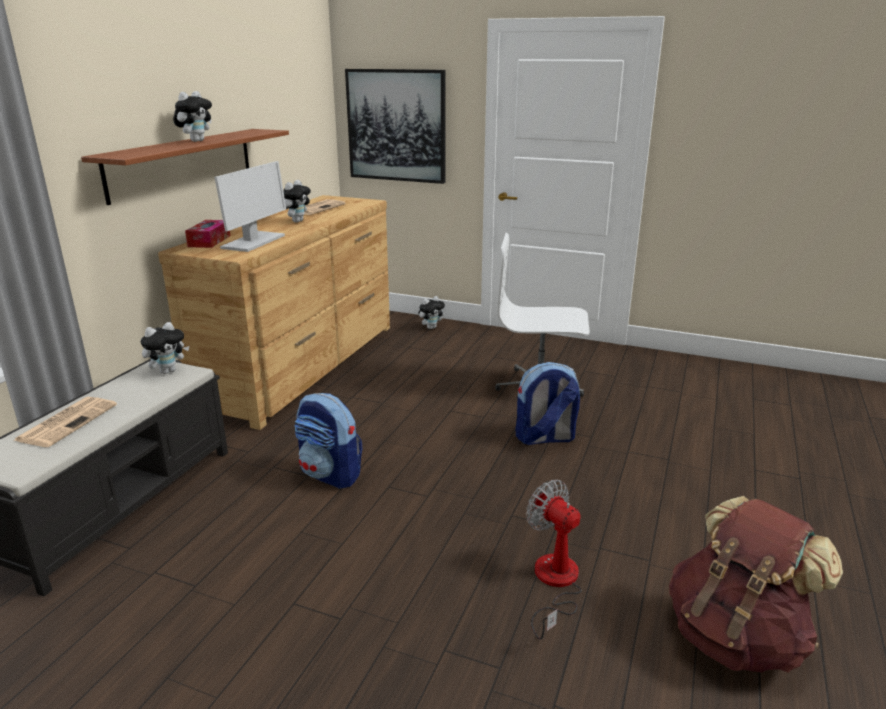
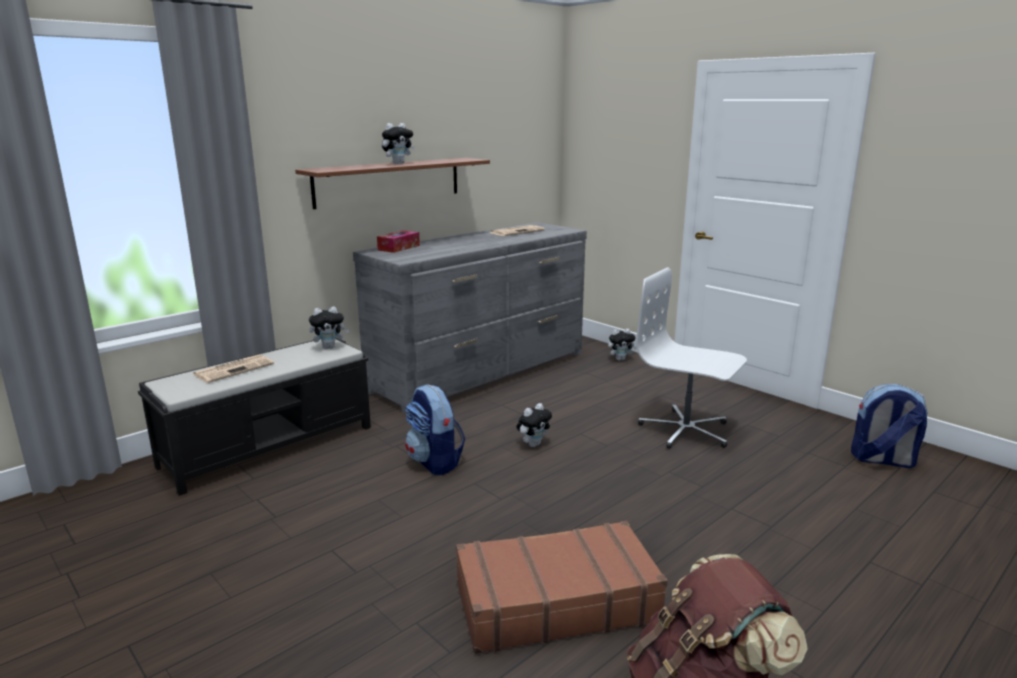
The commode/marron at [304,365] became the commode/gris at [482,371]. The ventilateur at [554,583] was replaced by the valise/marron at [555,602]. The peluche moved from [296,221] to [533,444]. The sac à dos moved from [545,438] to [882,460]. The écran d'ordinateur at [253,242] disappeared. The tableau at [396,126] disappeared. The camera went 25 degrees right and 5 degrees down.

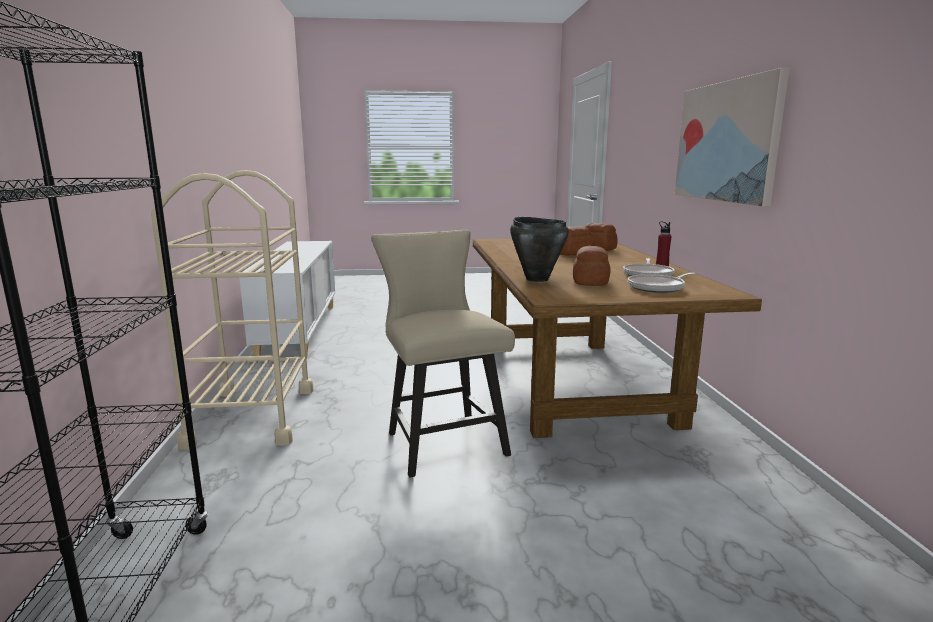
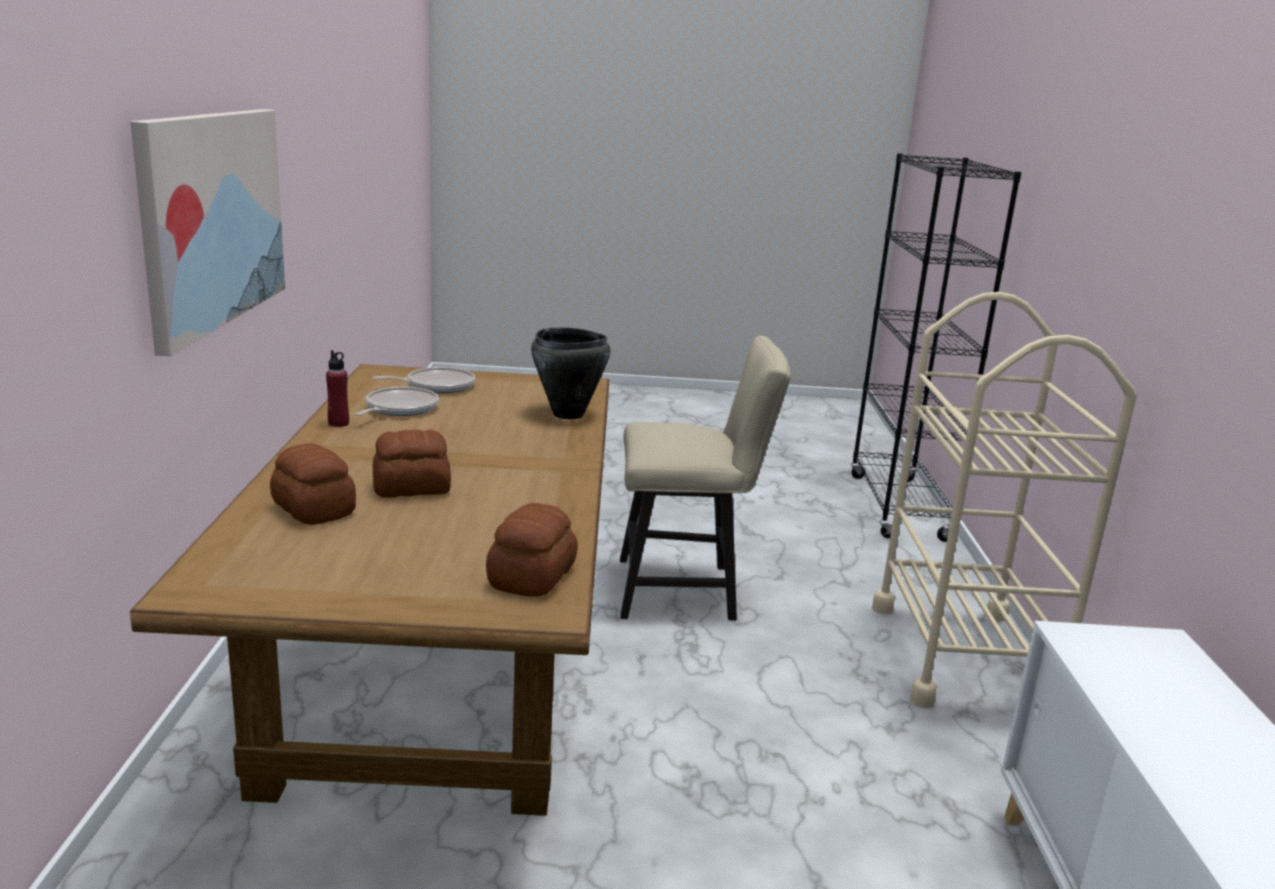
The pain moved from [591,281] to [530,577]. The chaise/beige at [441,440] turned 75 degrees counterclockwise. The camera went 175 degrees left and 5 degrees up.

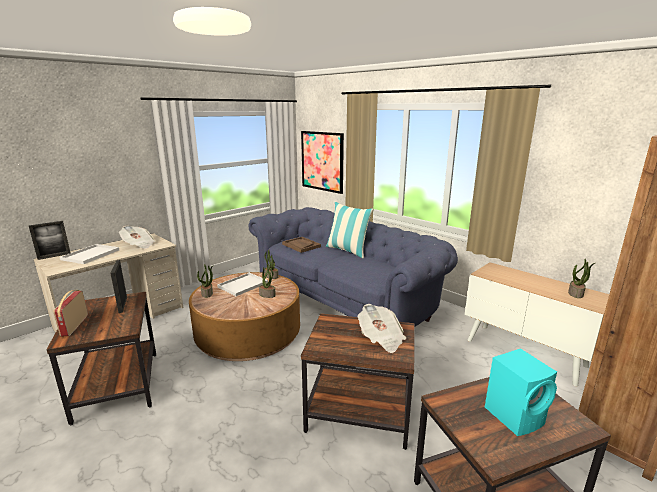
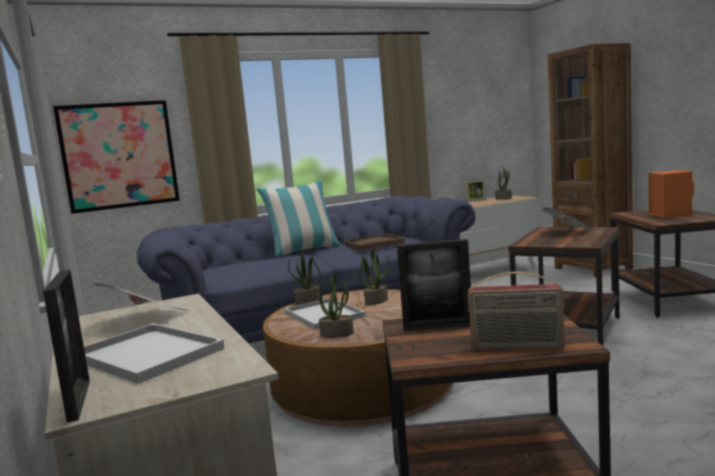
The plateau/marron moved from [301,245] to [374,244]. The cadre photo at [476,200] appeared. The enceinte/turquoise at [515,415] became the enceinte/orange at [669,214]. The camera went 70 degrees left and 10 degrees down.

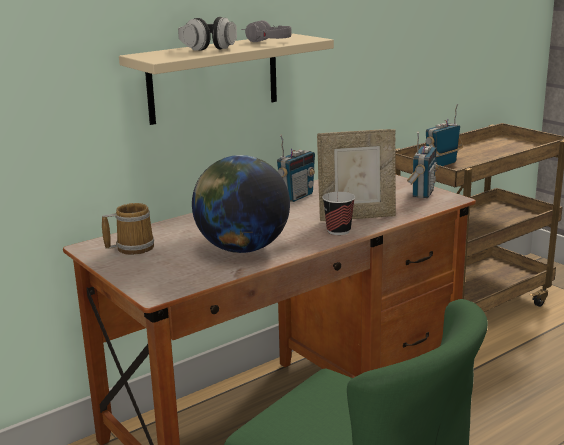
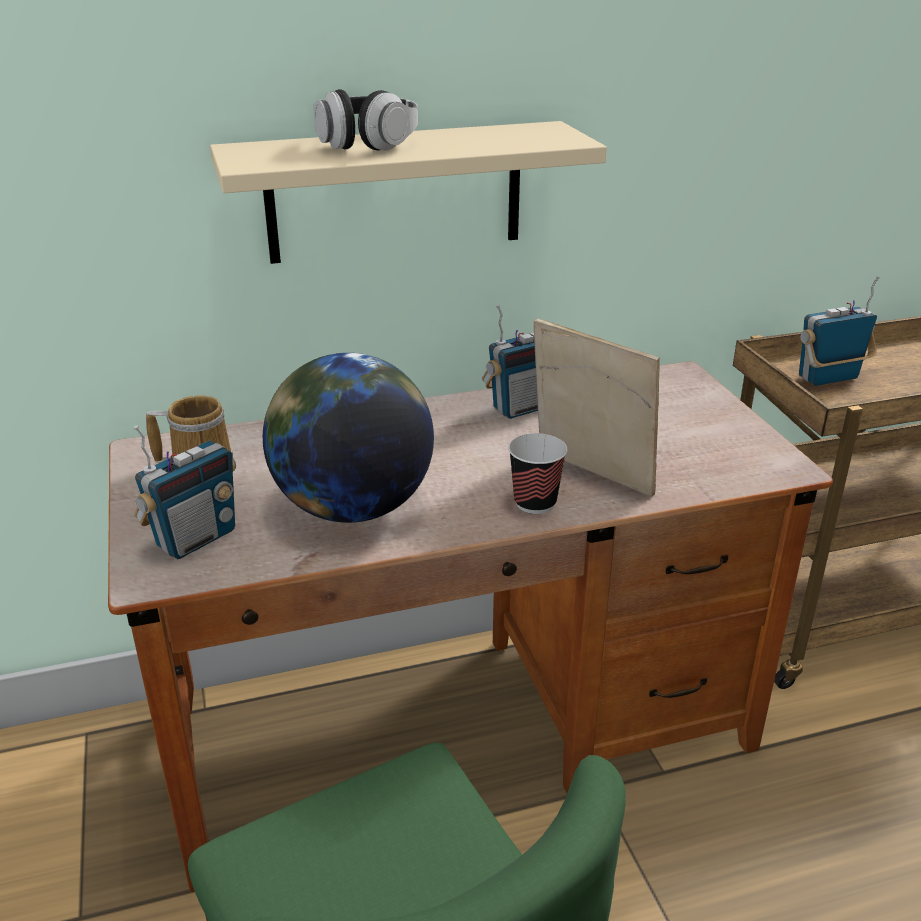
The radio moved from [422,193] to [195,538]. The cadre photo at [356,217] turned 150 degrees counterclockwise. The casque audio/gris at [263,41] disappeared. The camera went 20 degrees right and 10 degrees up.

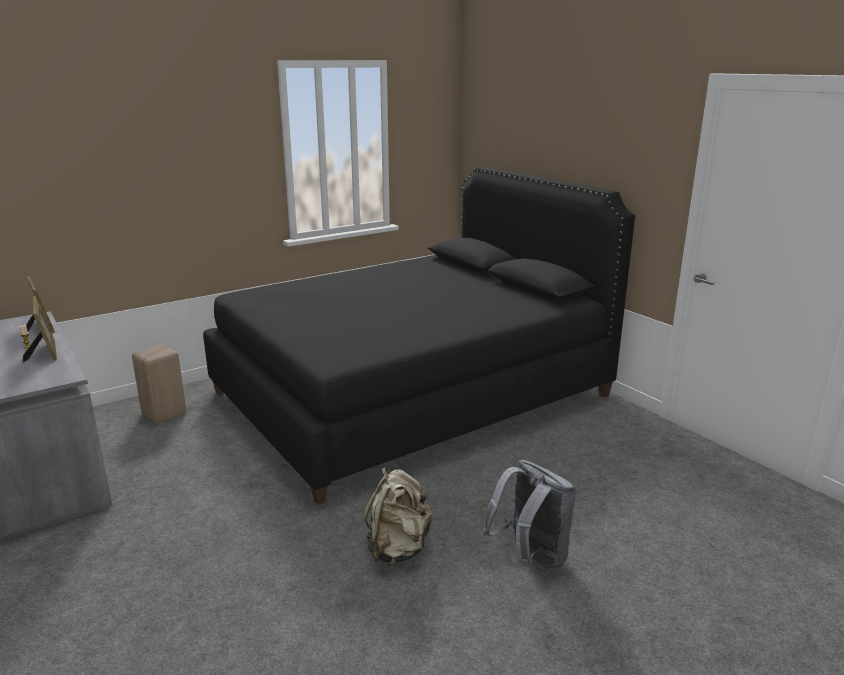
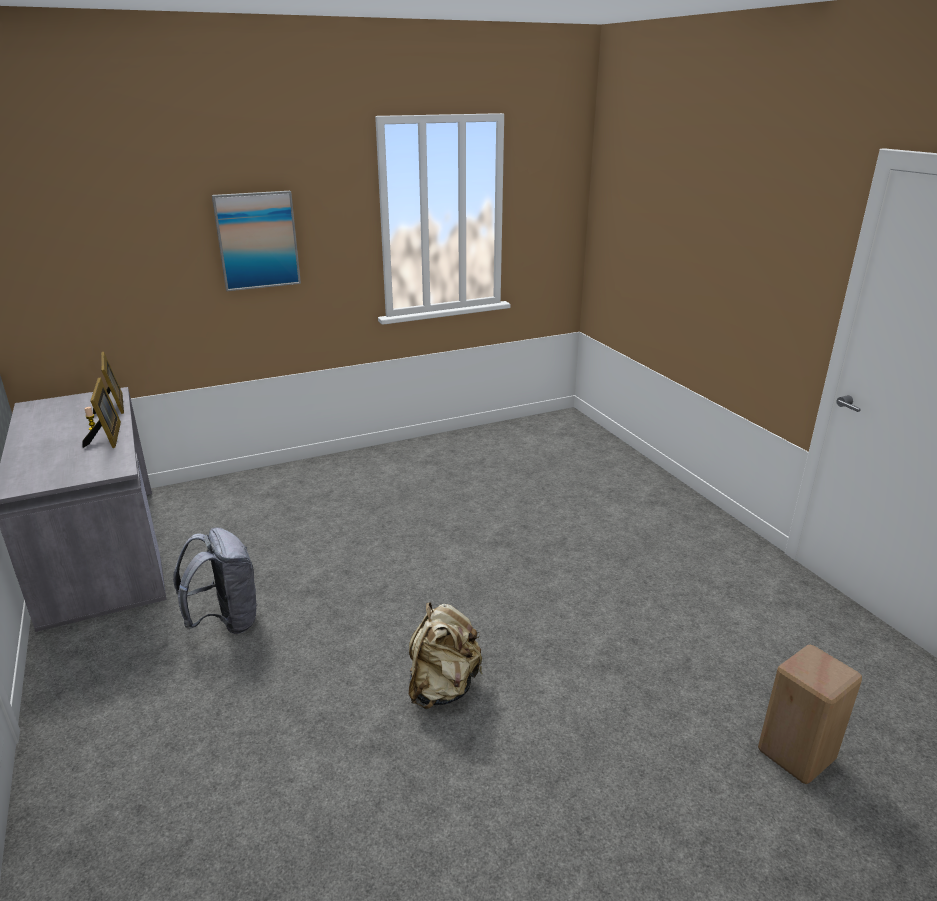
The sac à dos/gris moved from [530,558] to [226,621]. The tableau at [257,240] appeared. The tabouret/beige moved from [165,413] to [798,755]. The lit/noir at [411,393] disappeared. The camera went 10 degrees right and 5 degrees up.

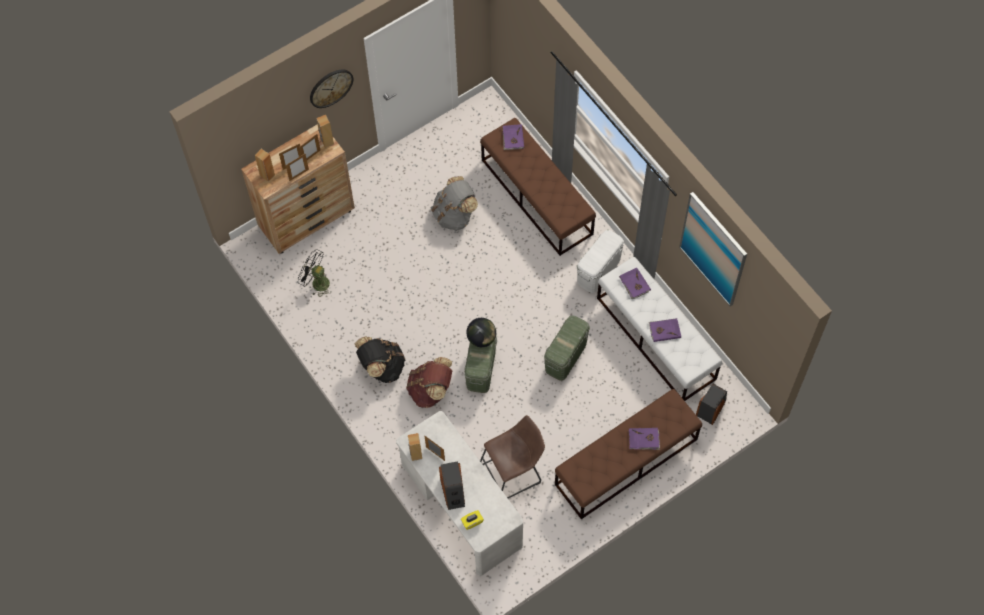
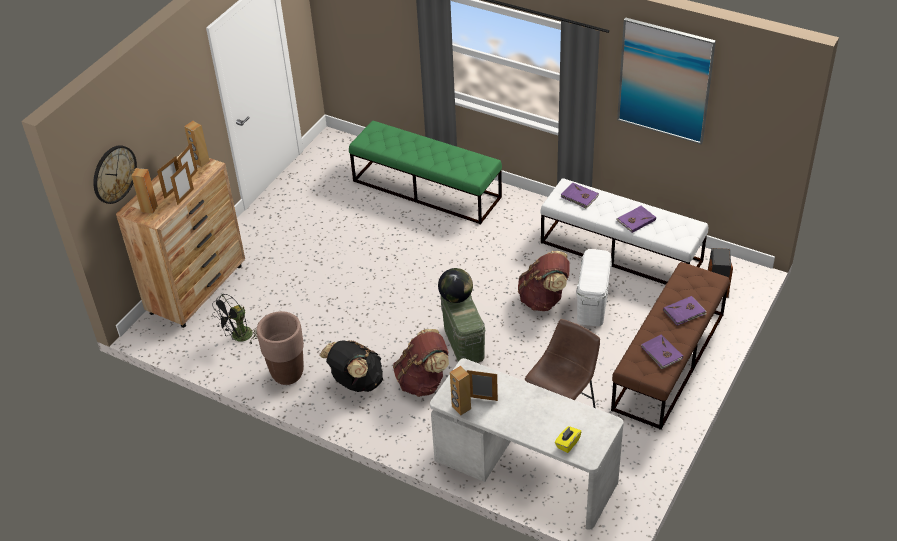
The horloge murale moved from [331,88] to [114,174]. The ventilateur/noir at [316,282] turned 45 degrees counterclockwise. The cache-pot/marron at [287,374] appeared. The banc/marron at [537,197] became the banc/vert at [427,189]. The boîte de rangement/vert at [566,357] was replaced by the sac à dos/marron at [544,299]. The boîte de rangement/blanc moved from [598,271] to [592,304]. The livre/violet moved from [512,138] to [661,353]. The sac à dos/gris at [454,215] disappeared. The enceinte at [453,492] disappeared. The camera went 25 degrees left and 20 degrees down.

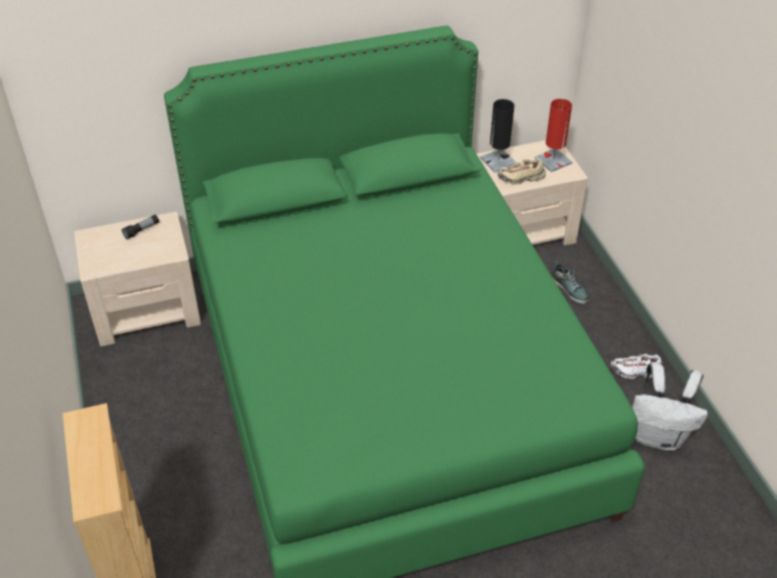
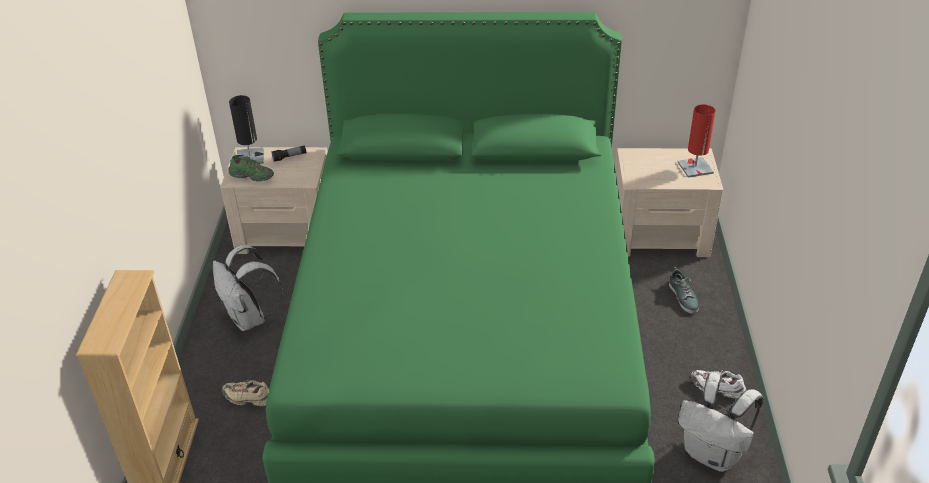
The sac à dos/blanc at [250,318] appeared. The chaussure/beige moved from [521,178] to [249,398]. The chaussure/vert at [252,176] appeared. The lampe de table/noir moved from [498,161] to [250,157]. The camera went 20 degrees right and 5 degrees down.

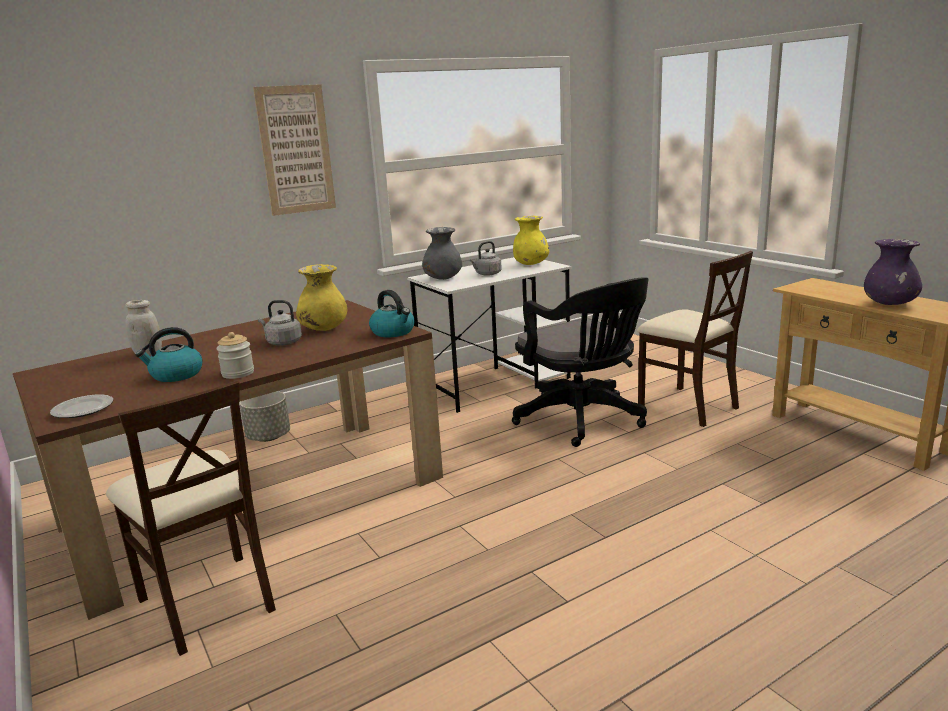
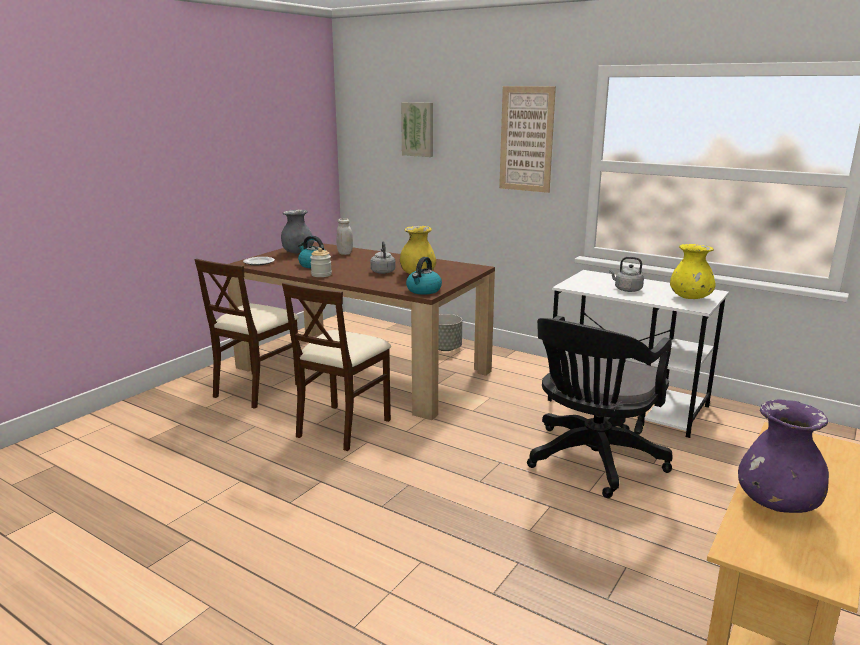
The vase/gris moved from [443,278] to [297,252]. The chaise/beige moved from [687,406] to [343,426]. The tableau at [418,129] appeared. The camera went 65 degrees right and 0 degrees up.

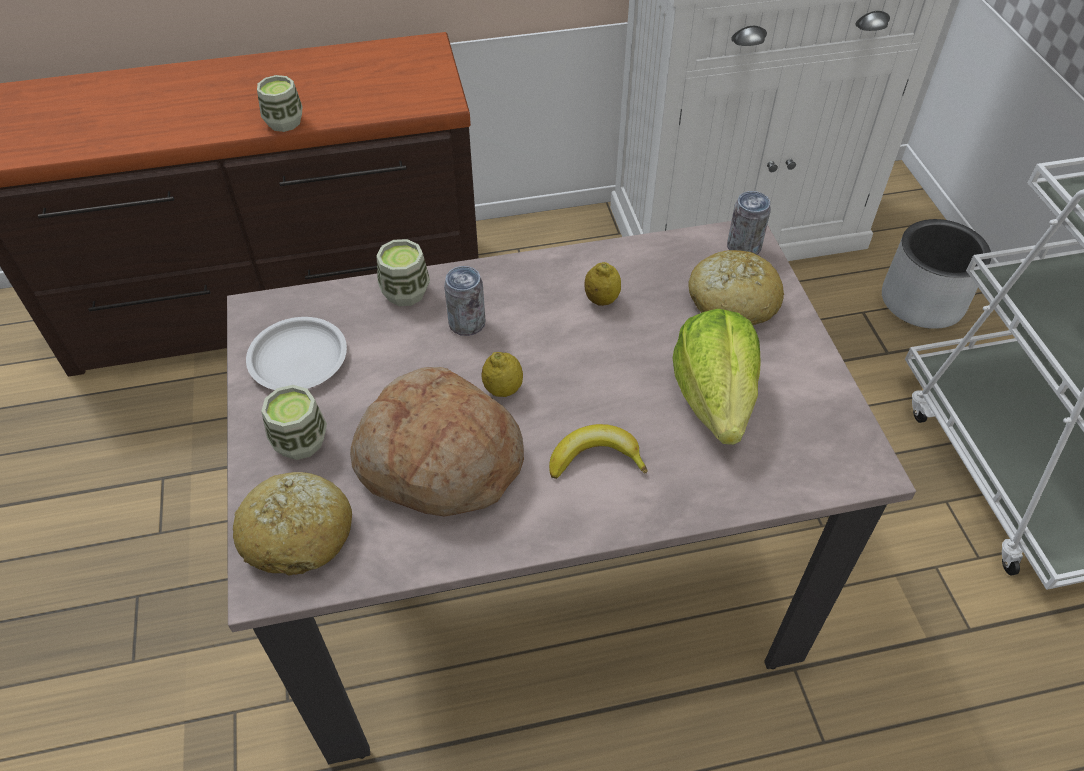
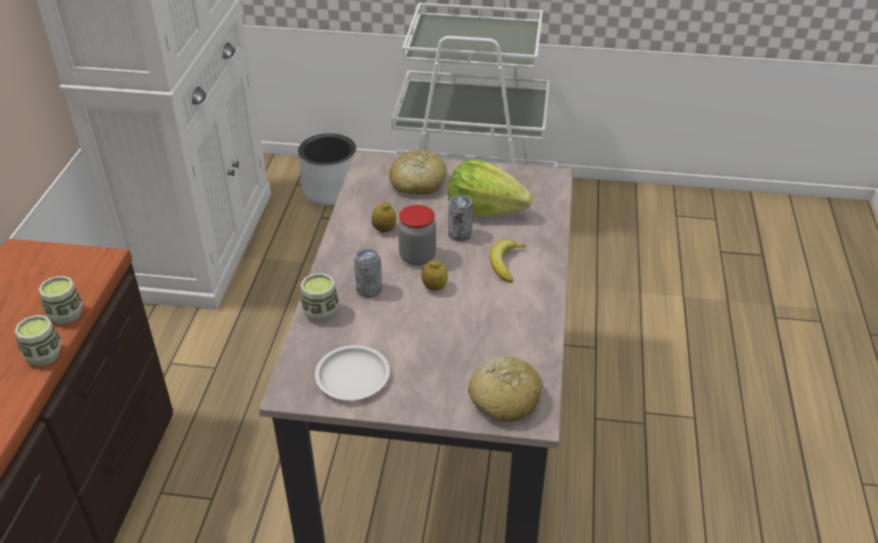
The tasse moved from [300,441] to [66,314]. The bocal at [417,257] appeared. The boîte métallique moved from [743,247] to [460,235]. The pain at [438,461] disappeared. The camera went 70 degrees left and 10 degrees down.

